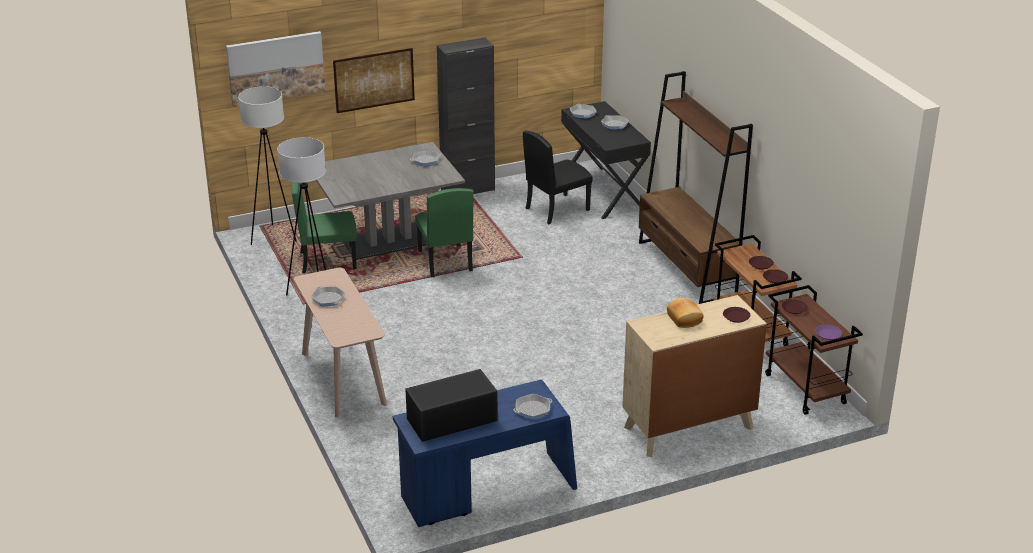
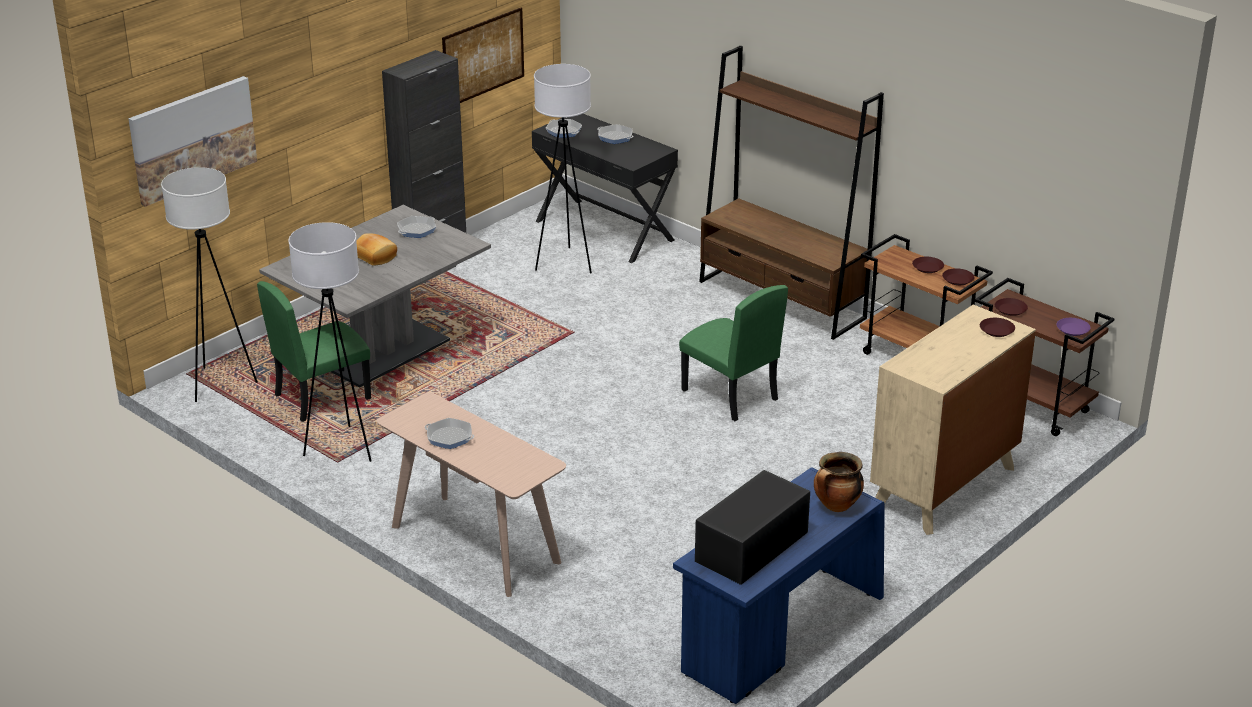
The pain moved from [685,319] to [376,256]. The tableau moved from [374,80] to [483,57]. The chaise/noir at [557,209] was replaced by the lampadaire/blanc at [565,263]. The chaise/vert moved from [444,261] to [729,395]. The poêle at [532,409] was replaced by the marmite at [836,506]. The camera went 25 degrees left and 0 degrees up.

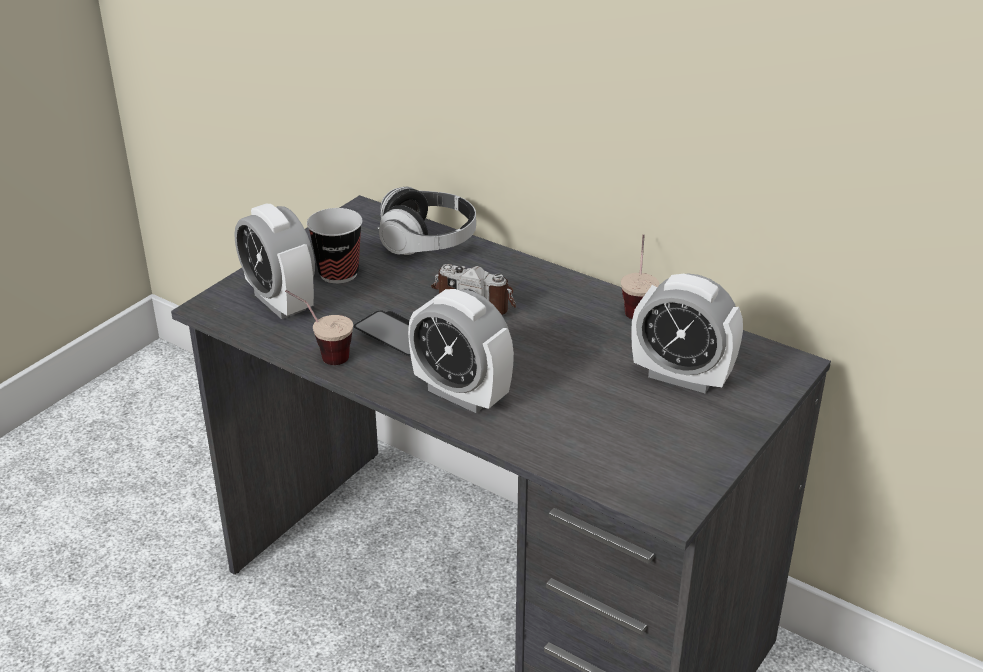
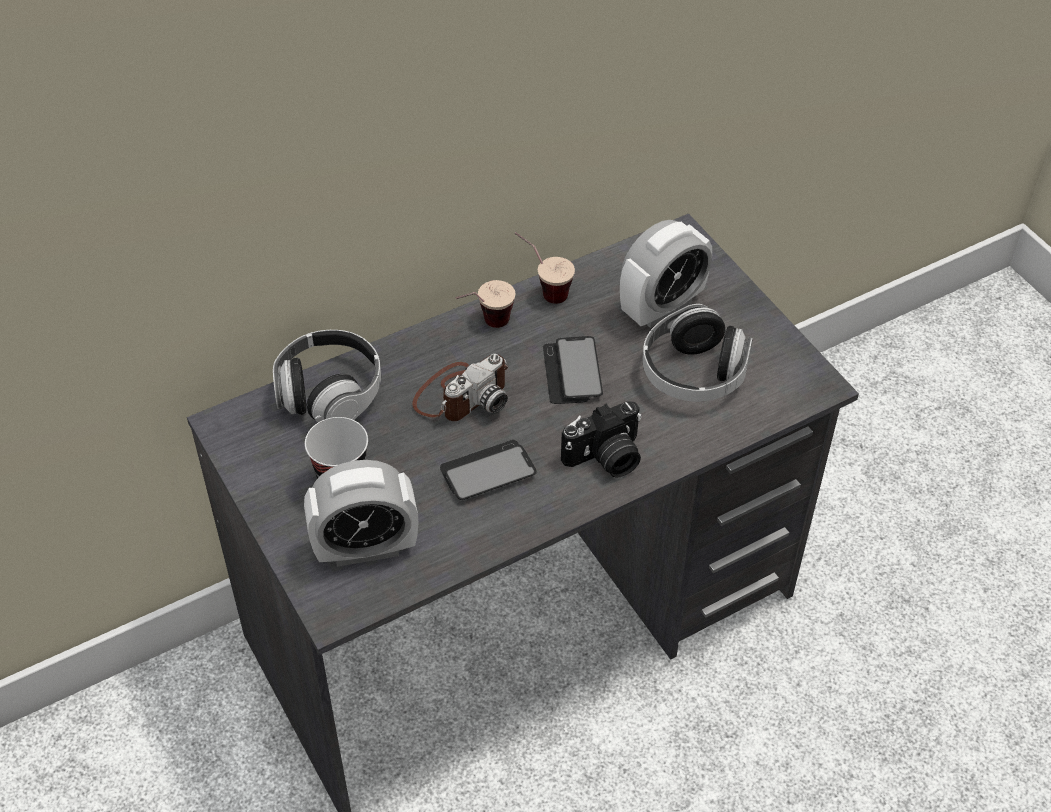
The tasse moved from [321,354] to [484,326]. The téléphone at [572,372] appeared. The réveil at [461,394] was replaced by the appareil photo at [606,458]. The casque audio at [693,374] appeared. The camera went 65 degrees left and 15 degrees up.

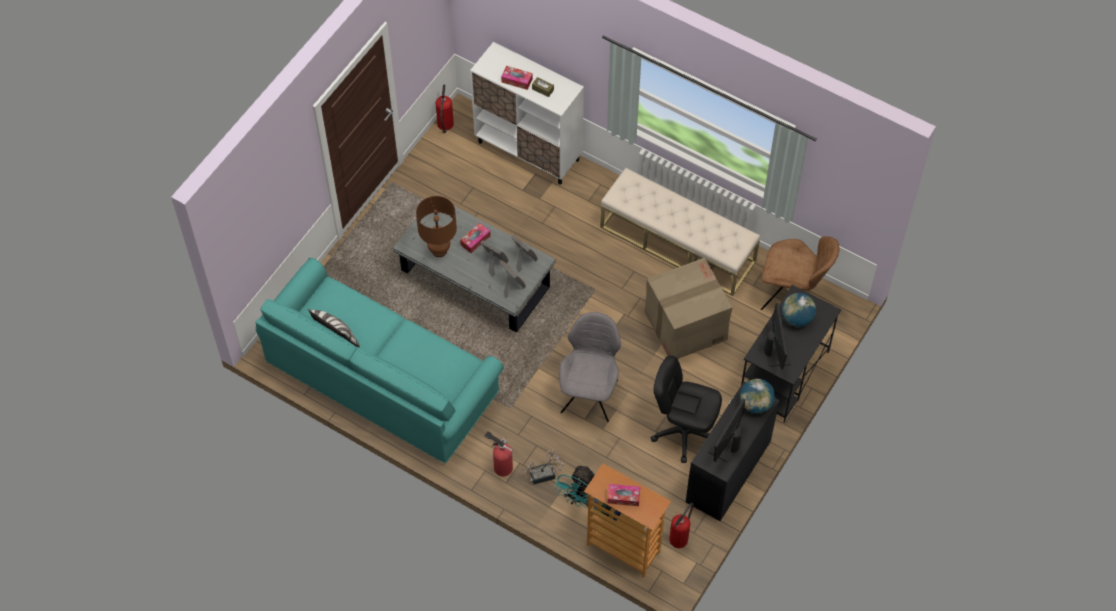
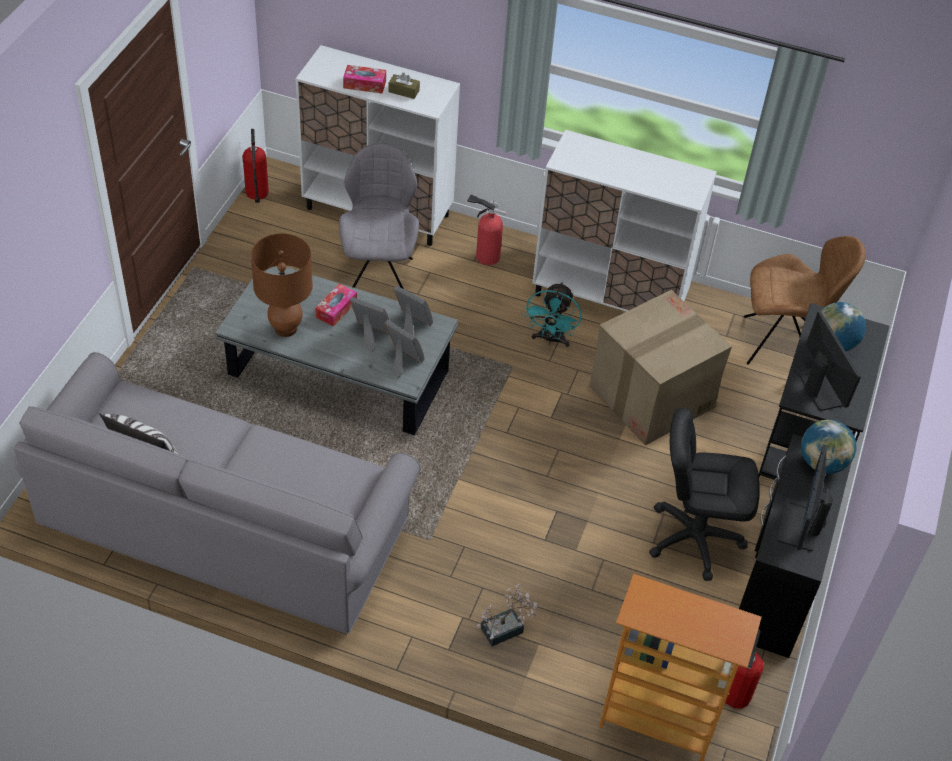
The canapé/turquoise at [381,378] became the canapé/gris at [222,525]. The chaise/gris moved from [590,394] to [379,277]. The extincteur moved from [501,466] to [485,255]. The ventilateur/turquoise moved from [577,499] to [550,339]. The banc/beige at [678,244] was replaced by the meuble de rangement/blanc at [609,298]. The boîte à mouchoirs at [623,497] disappeared. The camera went 15 degrees left and 10 degrees down.

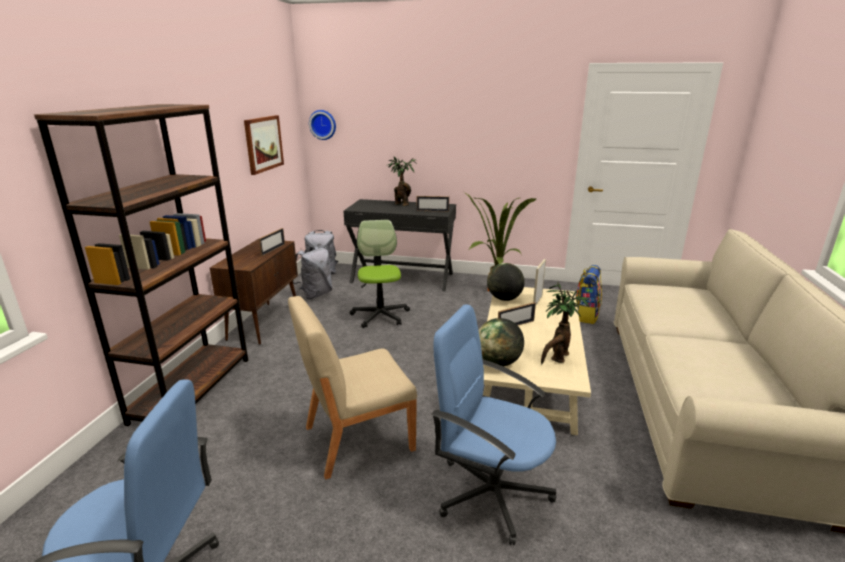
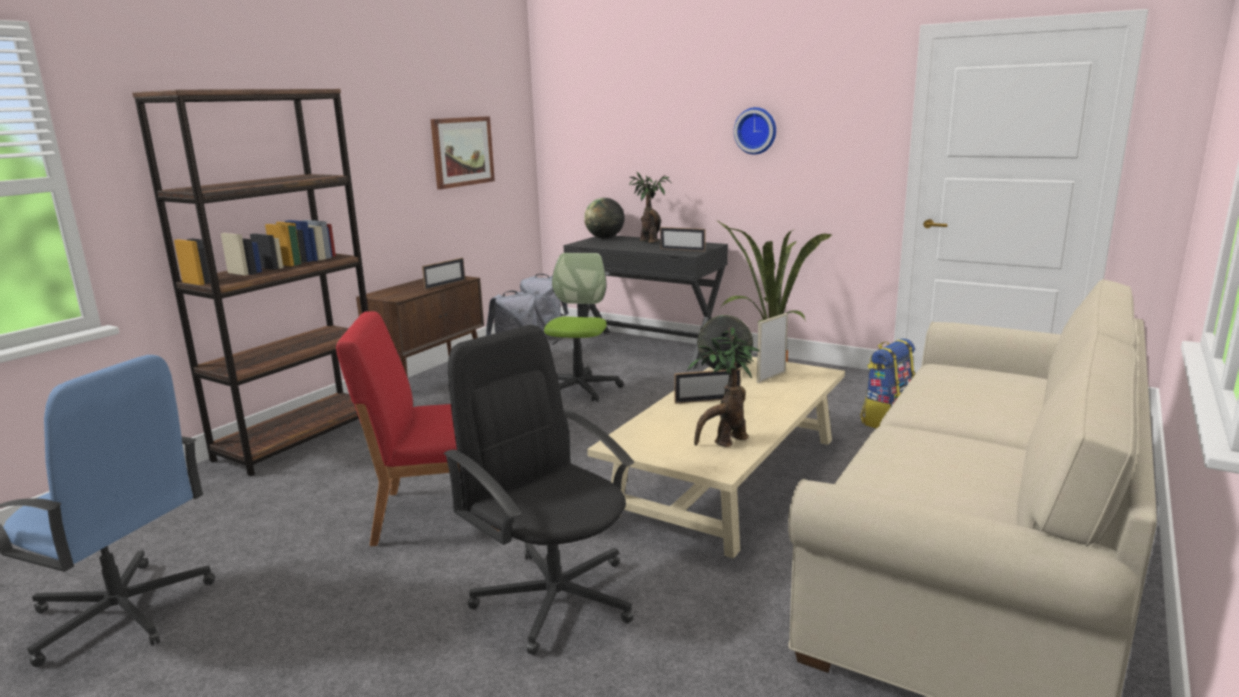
The chaise/beige at [357,438] became the chaise/rouge at [439,513]. The chaise de bureau/bleu at [491,492] became the chaise de bureau/noir at [554,597]. The globe moved from [498,363] to [605,238]. The horloge murale moved from [323,124] to [756,130]. The camera went 20 degrees right and 5 degrees down.

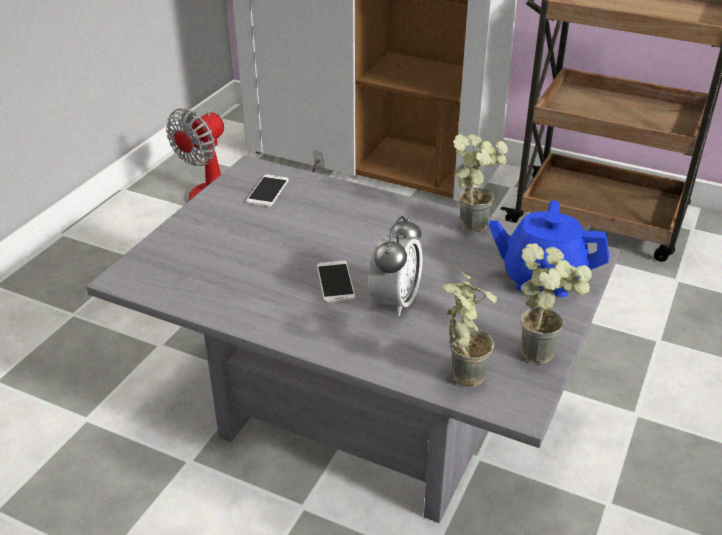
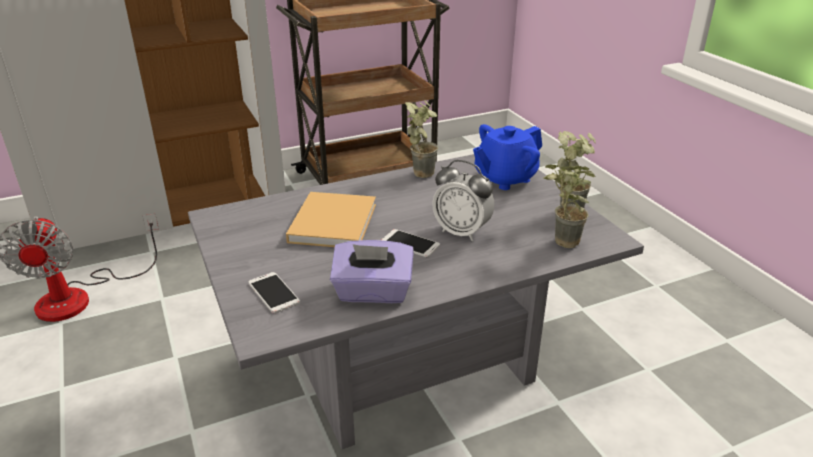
The téléphone moved from [267,191] to [273,293]. The livre/beige at [334,221] appeared. The boîte à mouchoirs/violet at [373,292] appeared. The réveil at [395,301] turned 150 degrees clockwise. The camera went 50 degrees left and 5 degrees down.

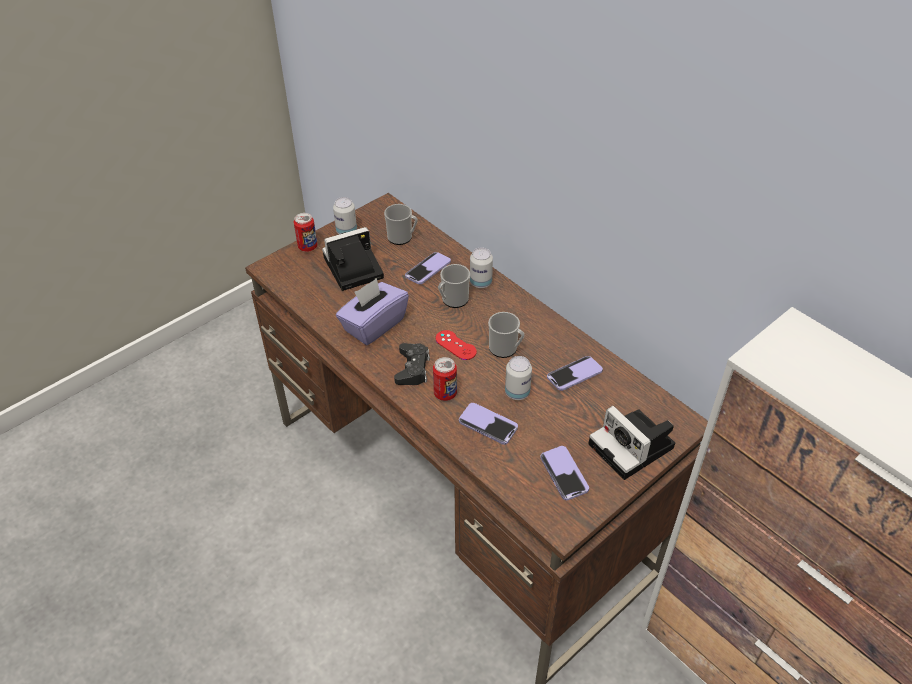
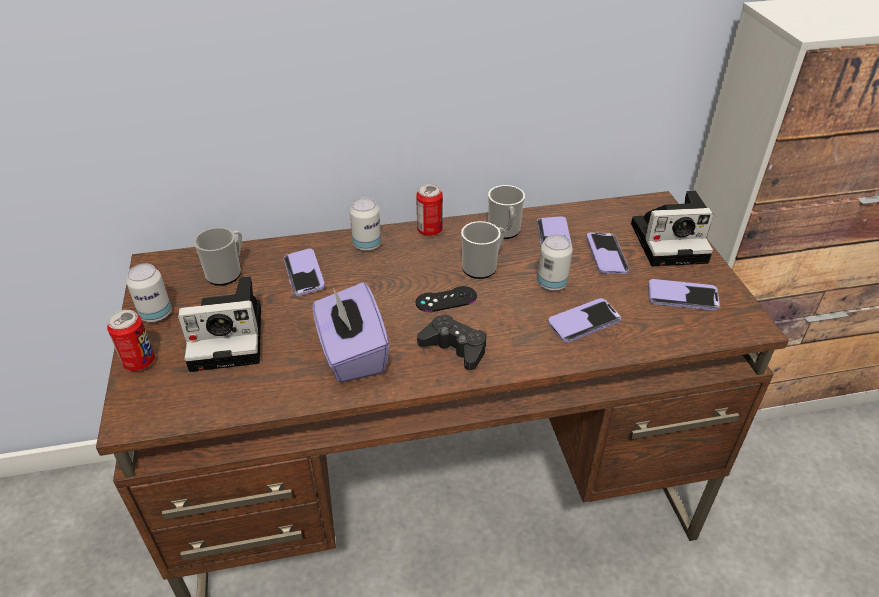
The appareil photo at [351,269] turned 105 degrees counterclockwise. The boîte métallique moved from [445,393] to [429,230]. The manette/rouge at [455,345] became the manette/noir at [446,299]. The mug moved from [452,300] to [505,232]. The téléphone at [606,255] appeared. The camera went 60 degrees left and 5 degrees down.

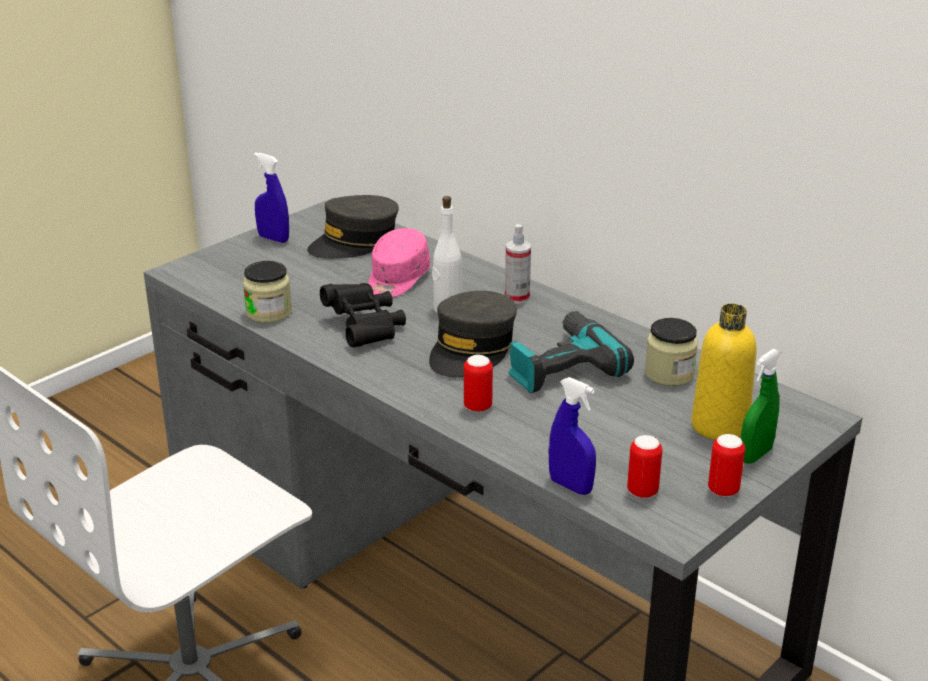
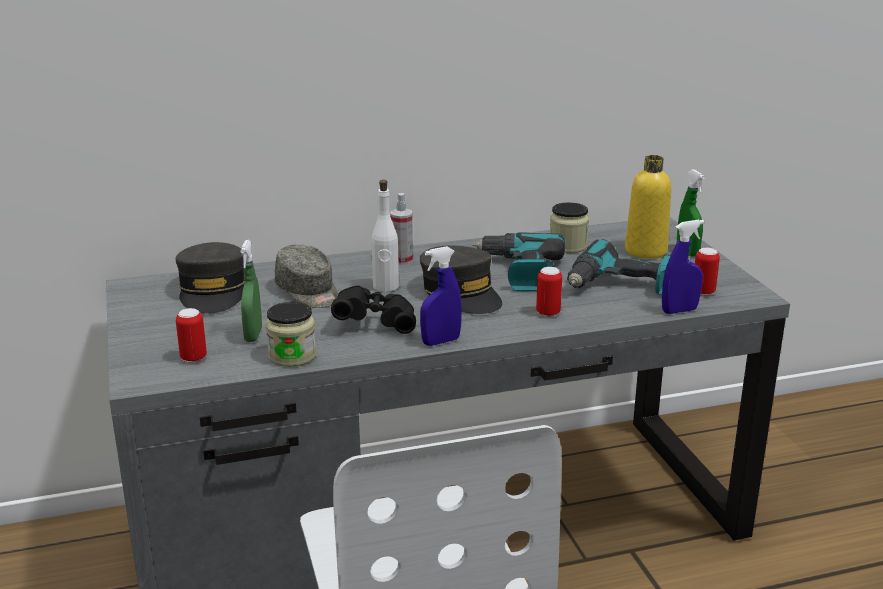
The boîte métallique moved from [723,490] to [193,358]. The vaporisateur/vert at [253,335] appeared. The casquette/rose at [397,279] became the casquette/gris at [309,292]. The vaporisateur/bleu moved from [273,239] to [441,341]. The perceuse at [619,286] appeared. The camera went 60 degrees left and 5 degrees down.

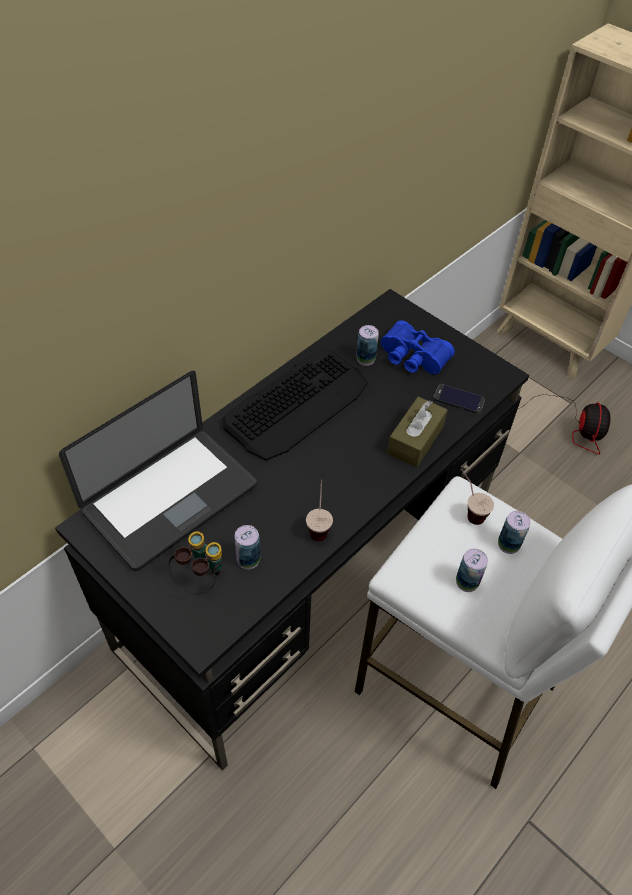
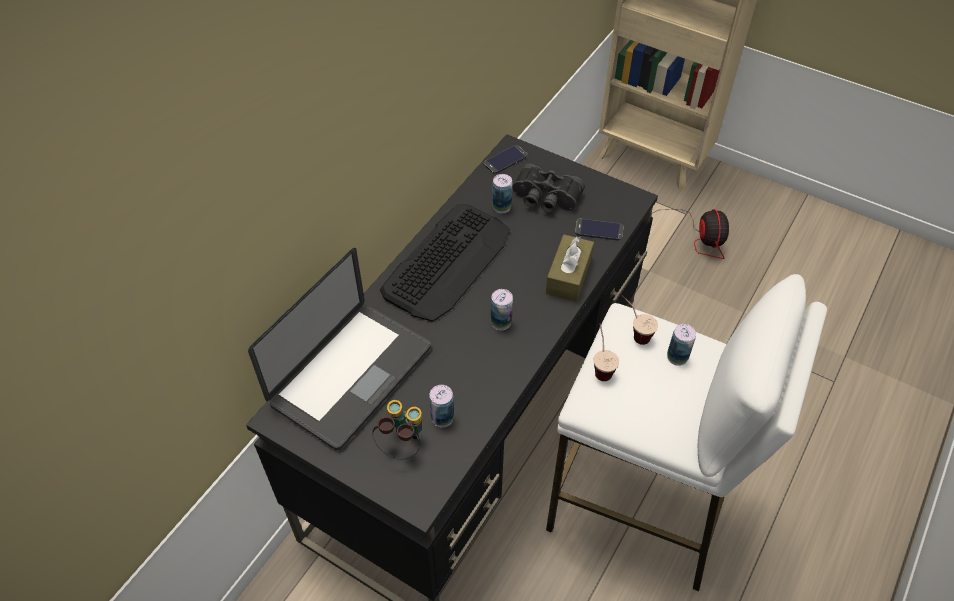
The téléphone at [505,160] appeared. The boîte métallique moved from [467,582] to [501,322]. The jumelles/bleu at [412,358] became the jumelles/noir at [545,199]. The tasse moved from [319,524] to [600,366]. The camera went 10 degrees left and 0 degrees up.

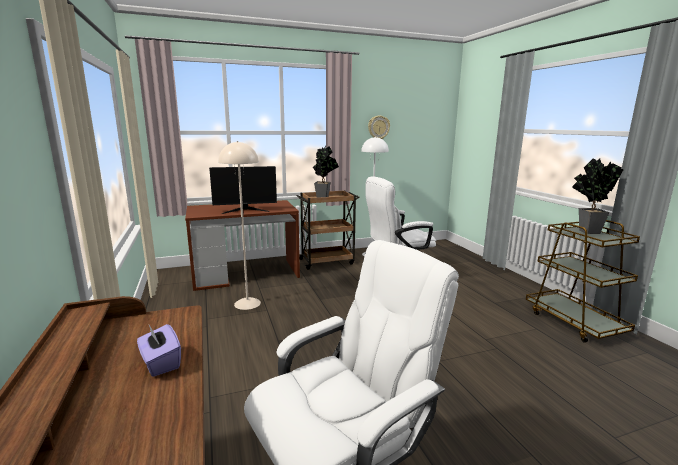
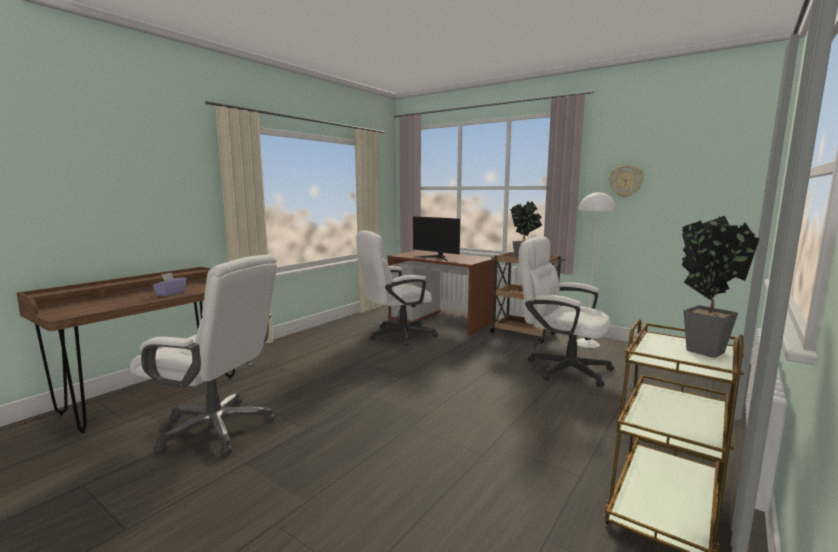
The lampadaire/beige at [247,303] was replaced by the chaise de bureau/blanc at [396,336]. The camera went 55 degrees right and 5 degrees down.

